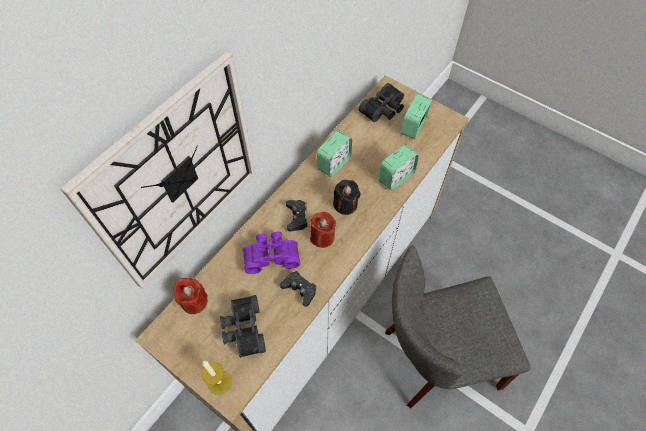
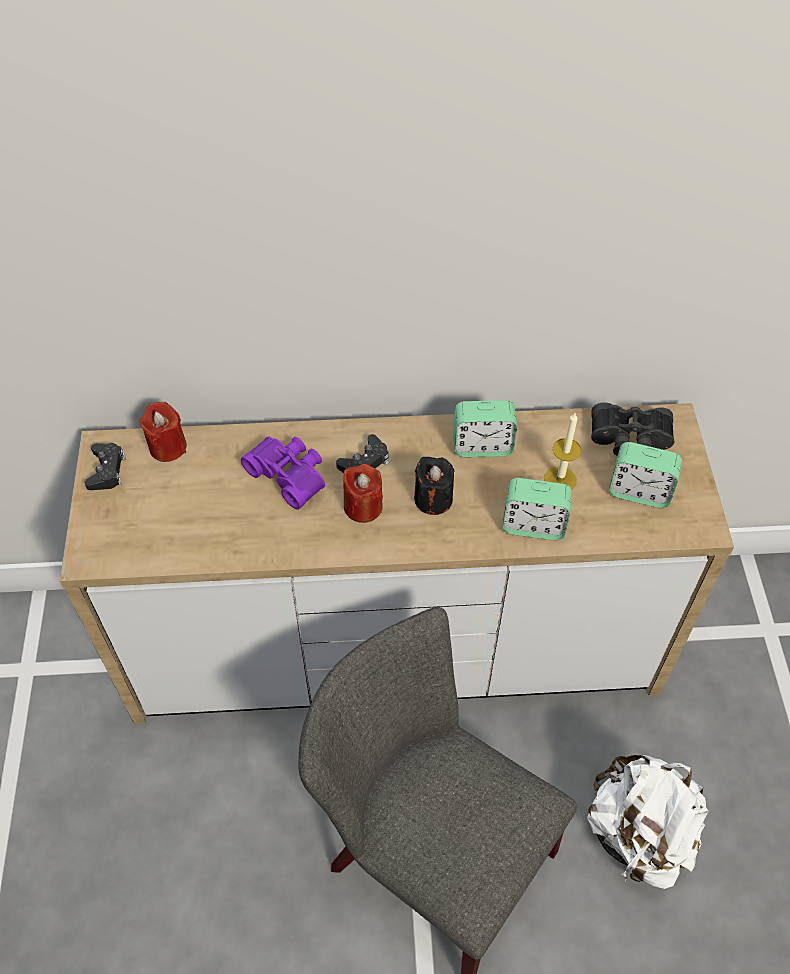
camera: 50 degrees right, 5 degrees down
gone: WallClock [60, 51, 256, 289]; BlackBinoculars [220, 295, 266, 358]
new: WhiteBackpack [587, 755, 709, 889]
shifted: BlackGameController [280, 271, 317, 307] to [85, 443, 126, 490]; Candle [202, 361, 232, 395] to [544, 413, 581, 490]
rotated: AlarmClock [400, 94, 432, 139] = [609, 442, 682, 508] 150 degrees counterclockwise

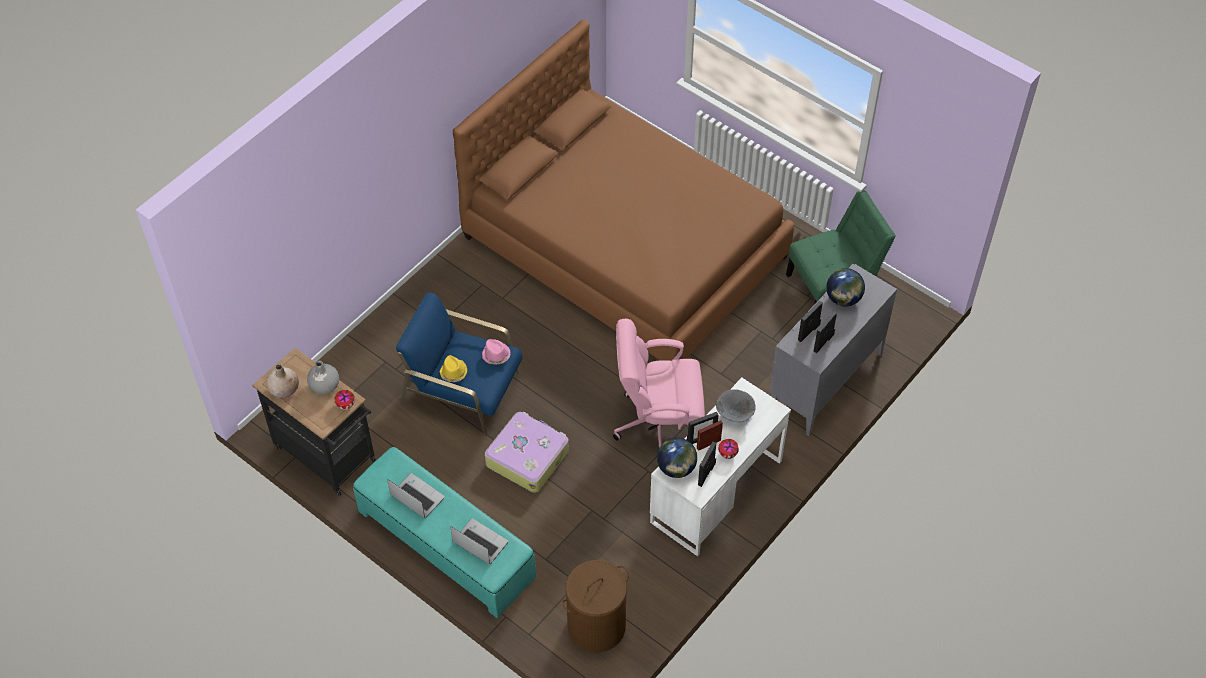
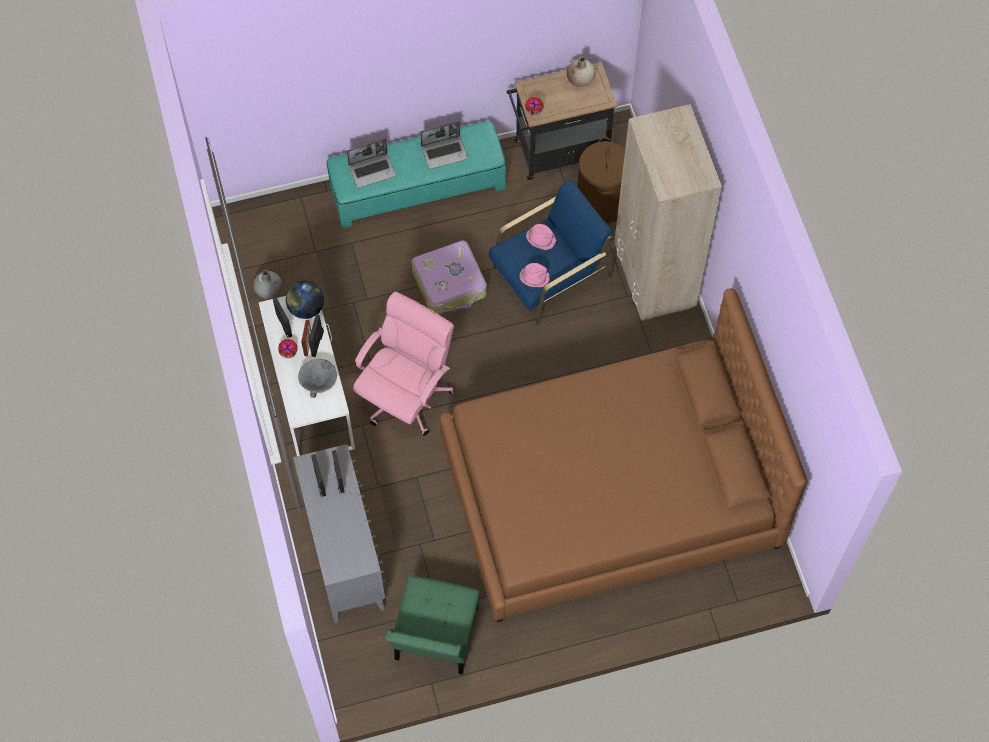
camera: 125 degrees right, 10 degrees up
gone: Globe [826, 268, 865, 307]
new: BeigeWardrobe [614, 104, 722, 321]
shifted: GreyVase [307, 360, 339, 394] to [253, 270, 282, 299]; BrownLaundryBasket [562, 560, 629, 653] to [577, 137, 625, 224]
repainted: YellowHat [439, 355, 467, 382] to PinkHat [526, 224, 556, 250]

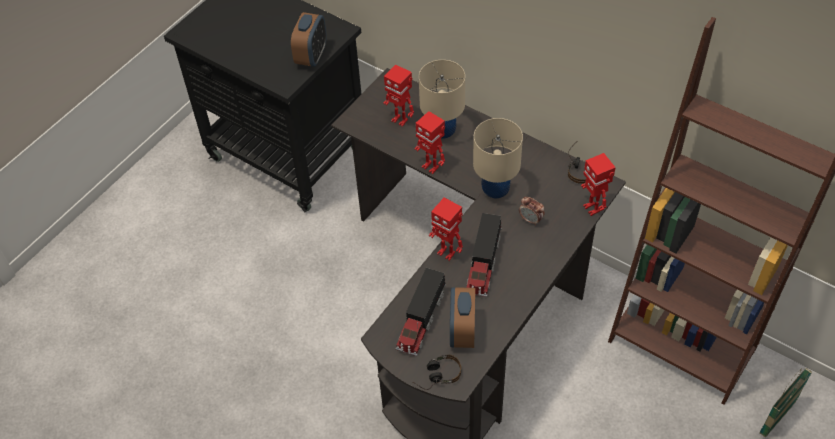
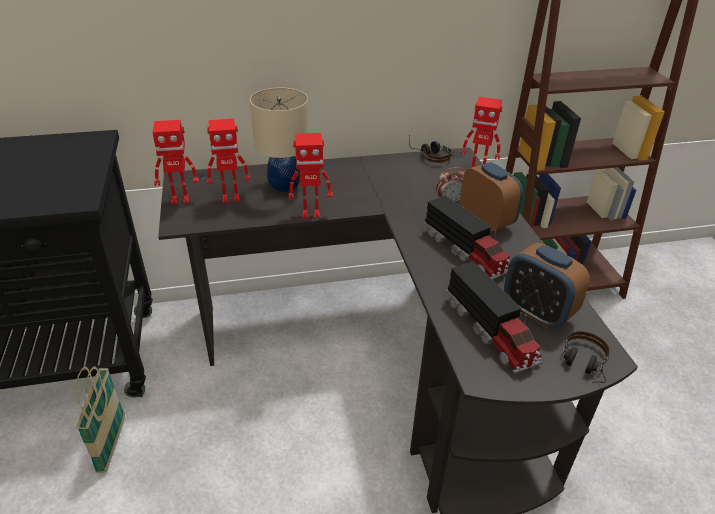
camera: 50 degrees left, 15 degrees down
gone: BeigeTableLamp [473, 118, 523, 198]
shifted: Basket [759, 368, 812, 437] to [76, 366, 125, 473]; ToyRobot [429, 197, 463, 261] to [152, 120, 199, 205]; AlarmClock [291, 12, 327, 67] to [460, 162, 523, 232]

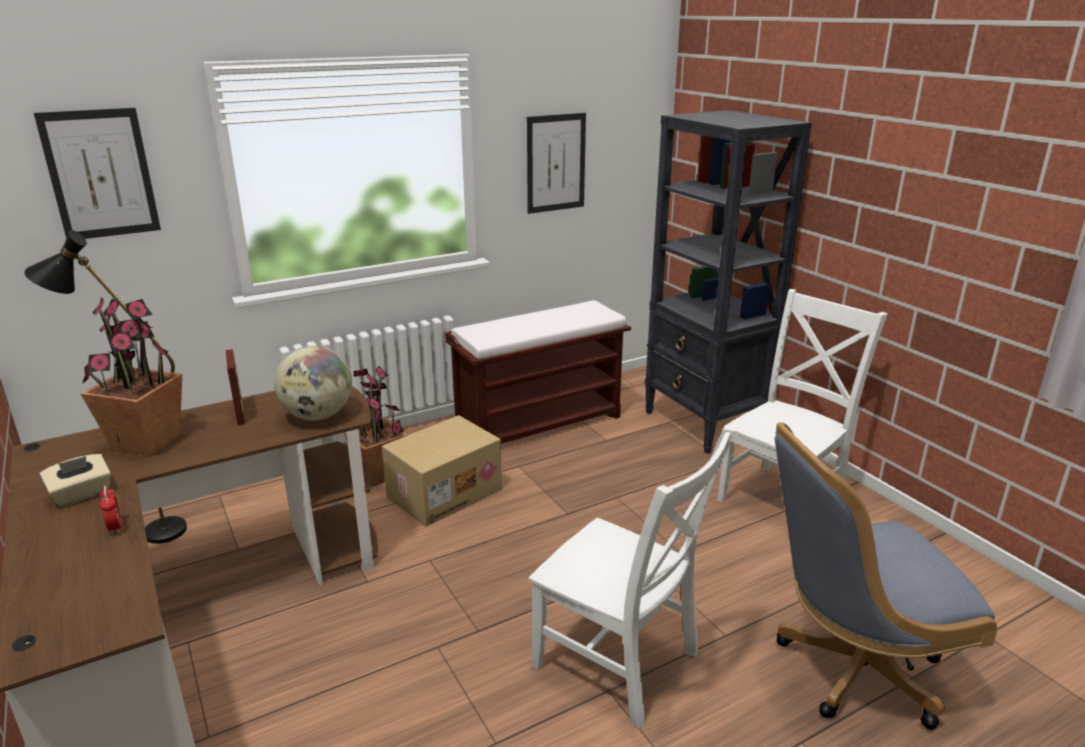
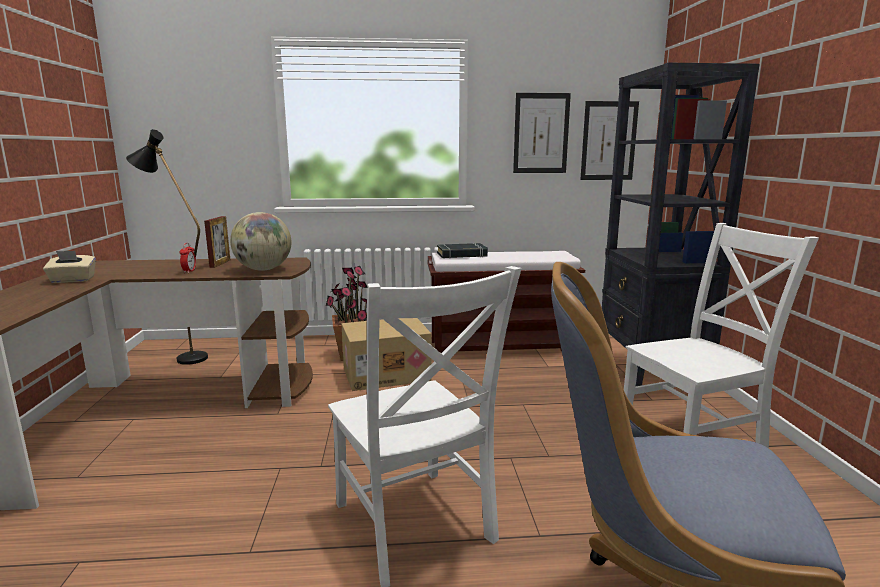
camera: 25 degrees right, 10 degrees down
gone: PottedPlant [81, 297, 182, 456]
new: BlackBook [437, 243, 488, 258]
shifted: AlarmClock [100, 485, 121, 535] to [180, 243, 196, 273]; Picture [34, 108, 161, 239] to [580, 101, 639, 180]

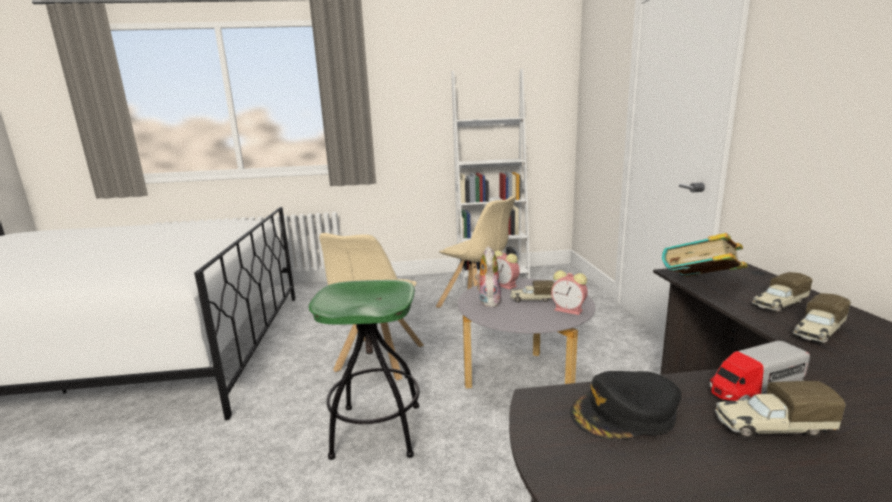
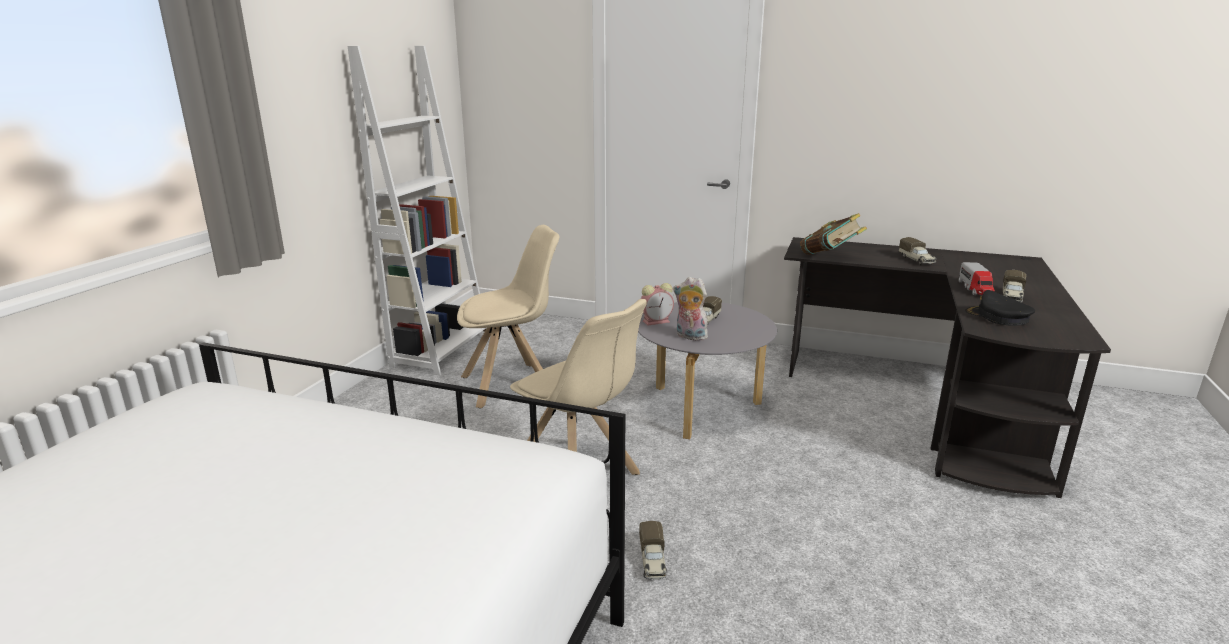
camera: 65 degrees left, 5 degrees up
gone: GreenStool [309, 280, 420, 460]; AlarmClock [551, 270, 588, 315]
shifted: ToyTruck [752, 272, 813, 313] to [639, 521, 667, 580]
rotated: BlackCap [570, 371, 681, 440] = [965, 290, 1035, 326] 135 degrees clockwise

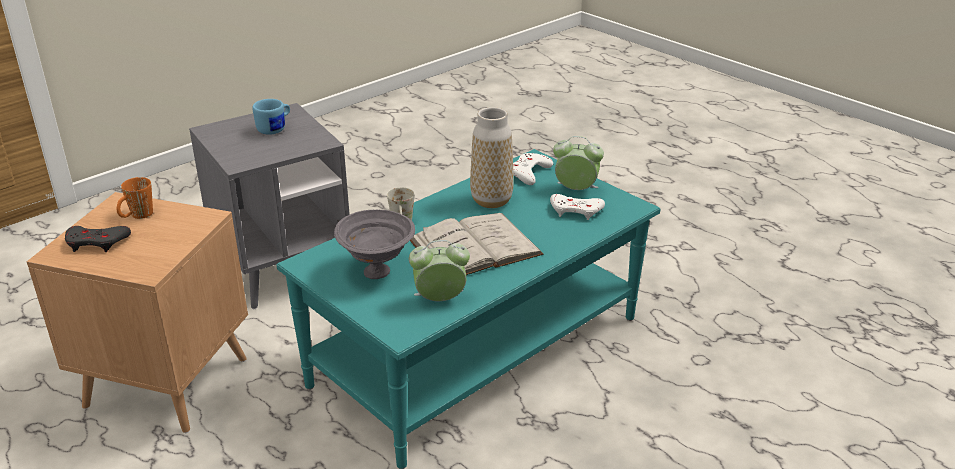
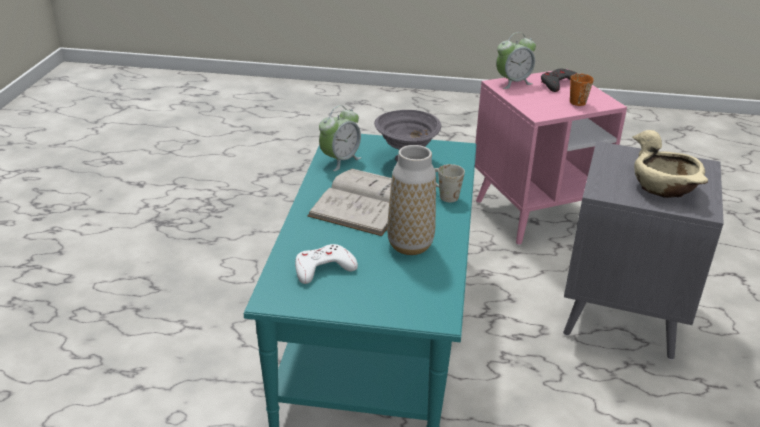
camera: 140 degrees right, 0 degrees up
gone: WhiteGameController [513, 153, 553, 185]
shifted: AlarmClock [553, 136, 604, 190] to [496, 32, 536, 89]
swapped: BlueMug [252, 99, 290, 135] to BeigeBowl [632, 130, 708, 198]
repainted: BrownSideTable [27, 192, 248, 433] to PinkSideTable [475, 69, 627, 245]

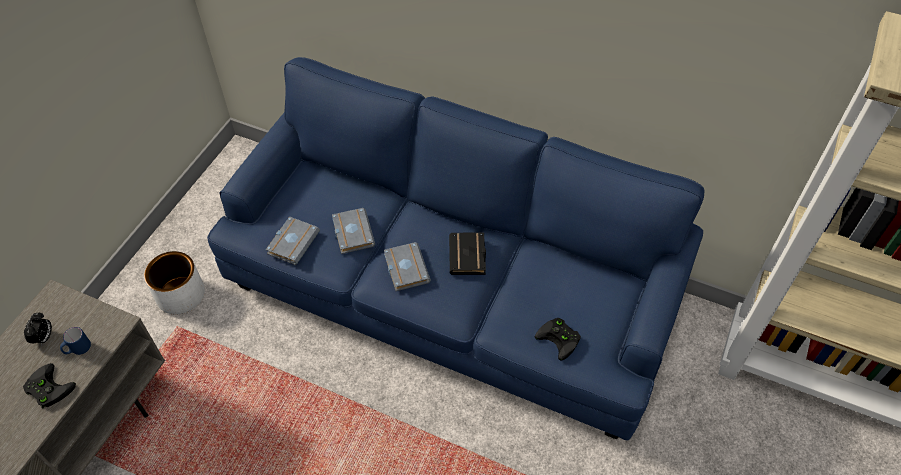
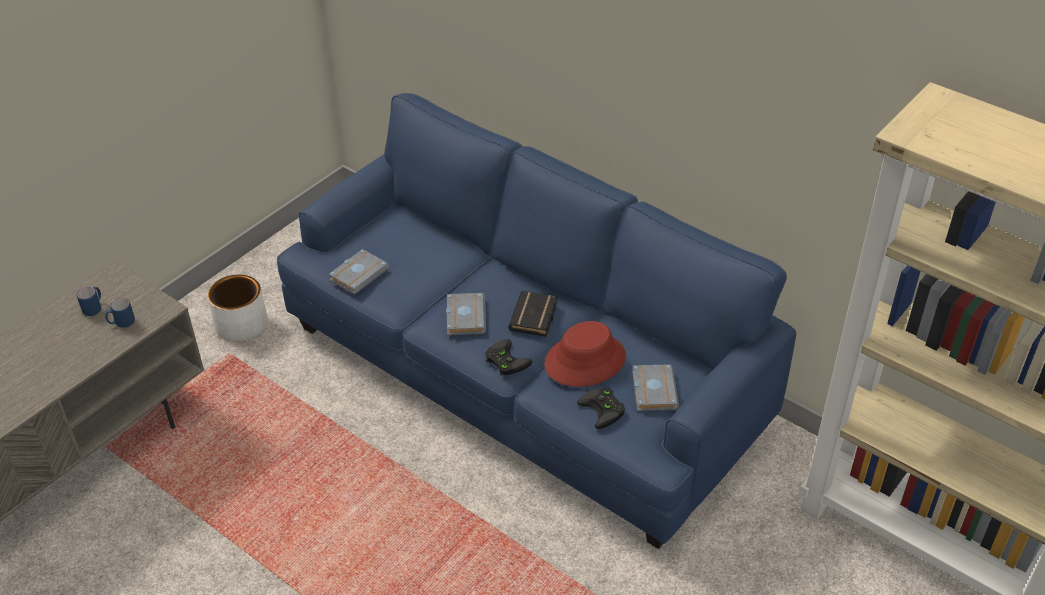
camera: 15 degrees right, 10 degrees down
new: RedHat [544, 321, 626, 387]
shifted: BlackGameController [23, 363, 76, 408] to [485, 339, 533, 376]; GreyBook [332, 208, 375, 254] to [633, 364, 679, 411]
swapped: AlarmClock [24, 313, 52, 346] to BlueMug [77, 287, 101, 316]

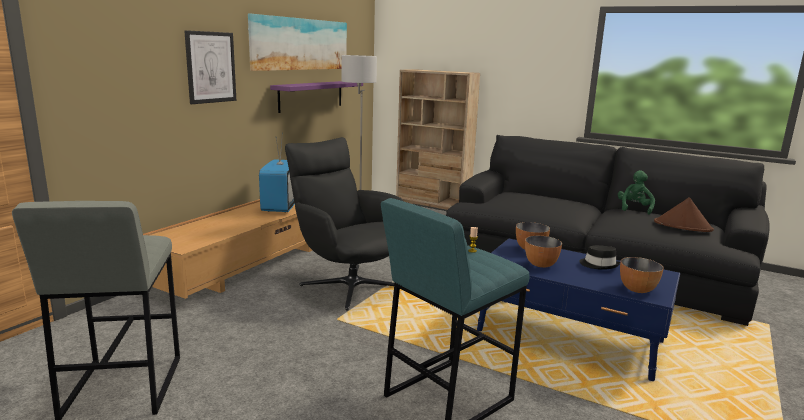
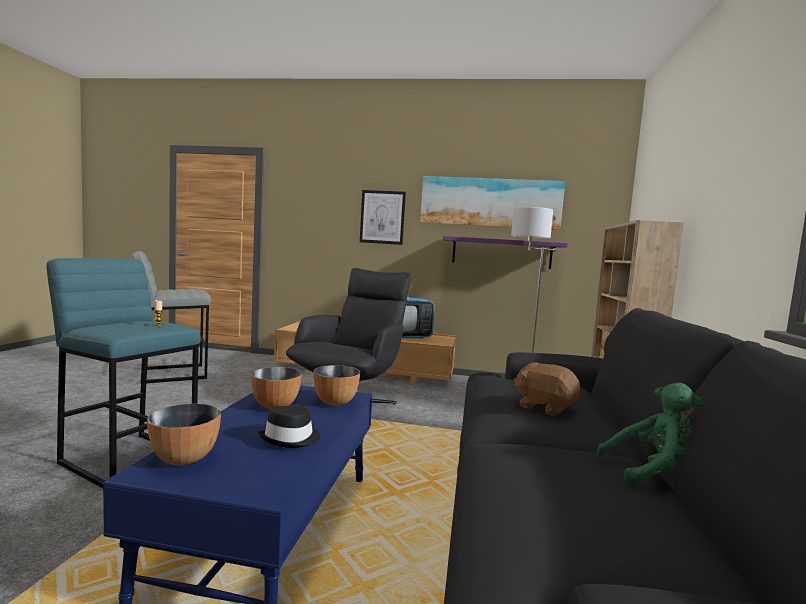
camera: 70 degrees right, 10 degrees down
gone: BrownHat [654, 197, 714, 232]
new: BrownPlushToy [514, 362, 580, 416]

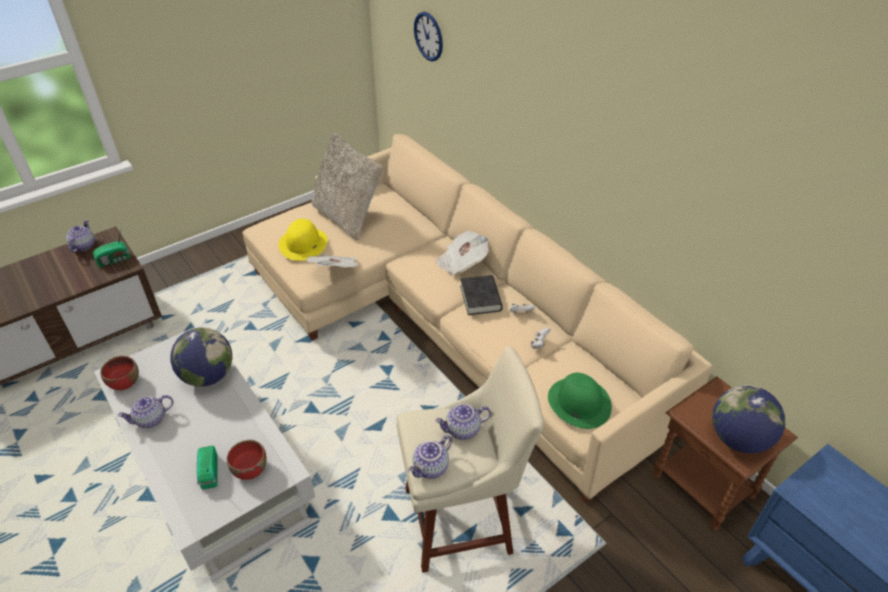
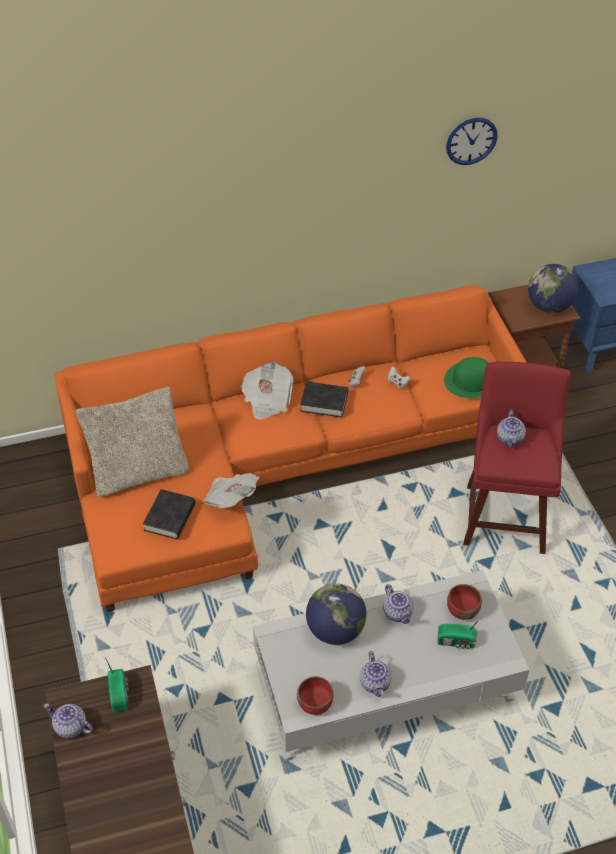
camera: 70 degrees left, 5 degrees up
shifted: Teapot [408, 435, 452, 479] to [383, 584, 413, 624]; WallClock [414, 12, 443, 61] to [446, 118, 498, 165]
swapped: YellowHat [278, 219, 328, 261] to BlackBook [143, 489, 196, 539]
repainted: BeigeSofa [243, 134, 713, 504] to OrangeSofa [54, 285, 527, 612]; BeigeStool [397, 346, 544, 573] to RedStool [463, 362, 571, 554]

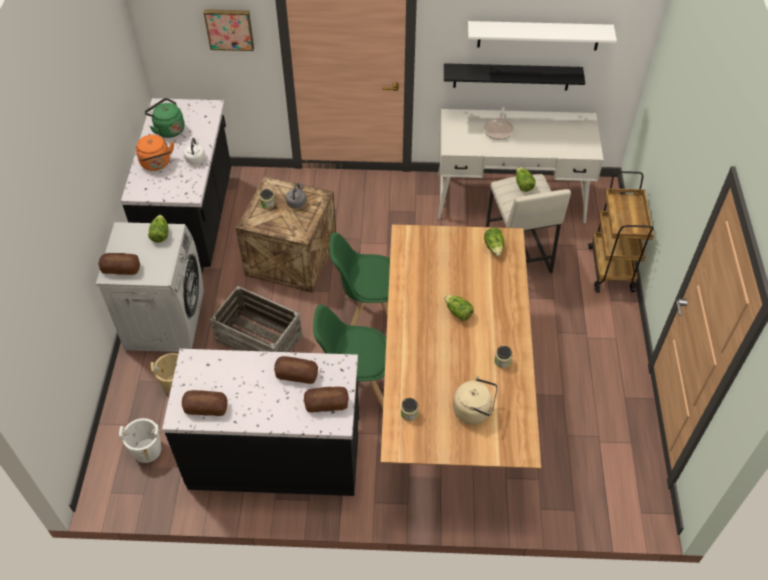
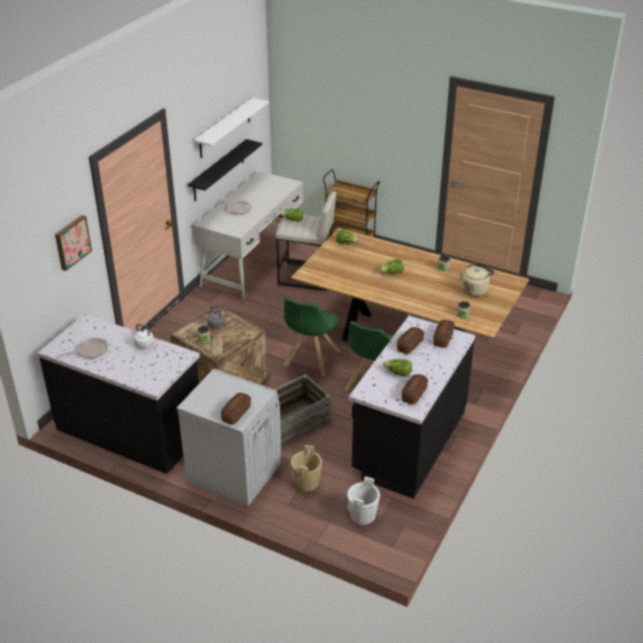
camera: 65 degrees left, 15 degrees down
gone: OrangeKettle [136, 135, 174, 171]
shifted: Lettuce [148, 215, 168, 243] to [383, 359, 412, 377]
swapped: GreenKettle [145, 98, 184, 138] to FryingPan [61, 338, 108, 358]

